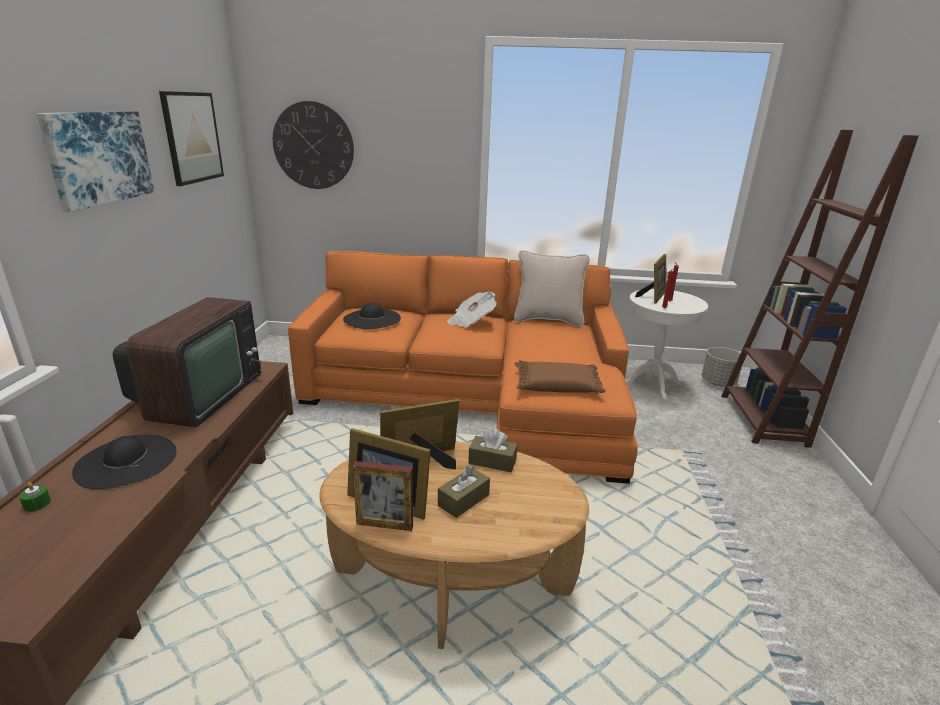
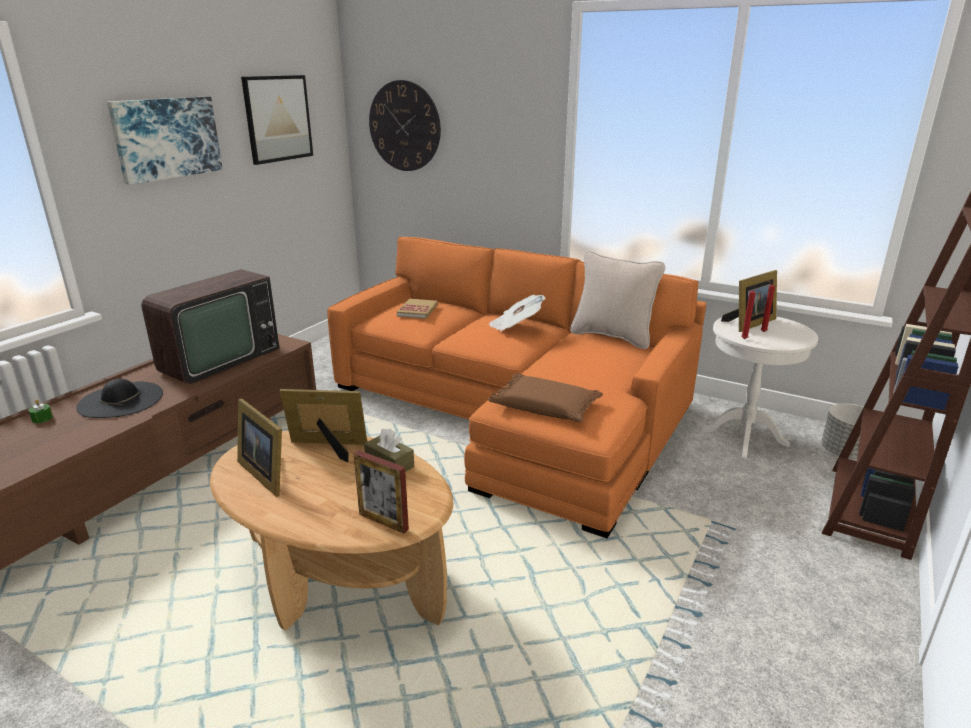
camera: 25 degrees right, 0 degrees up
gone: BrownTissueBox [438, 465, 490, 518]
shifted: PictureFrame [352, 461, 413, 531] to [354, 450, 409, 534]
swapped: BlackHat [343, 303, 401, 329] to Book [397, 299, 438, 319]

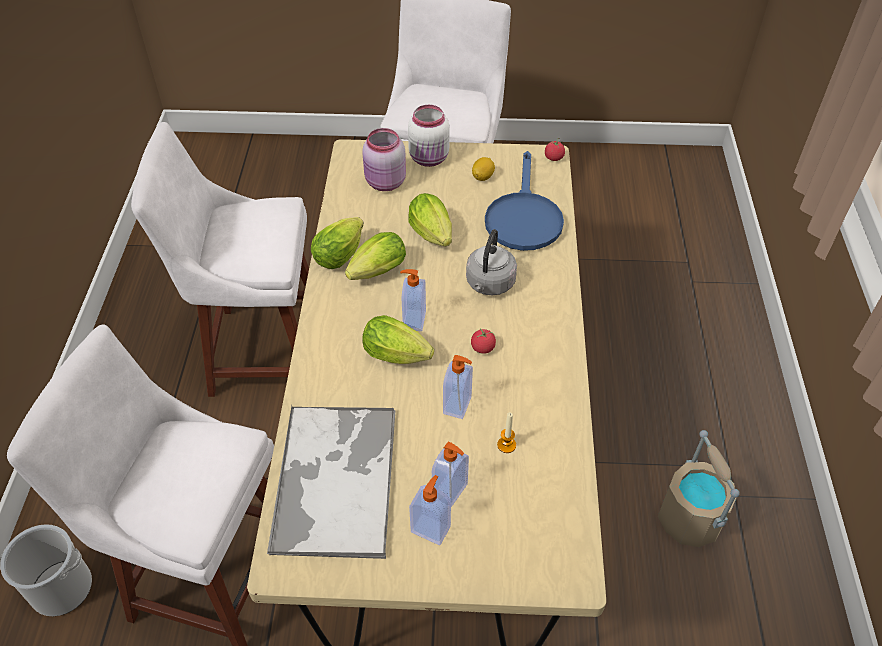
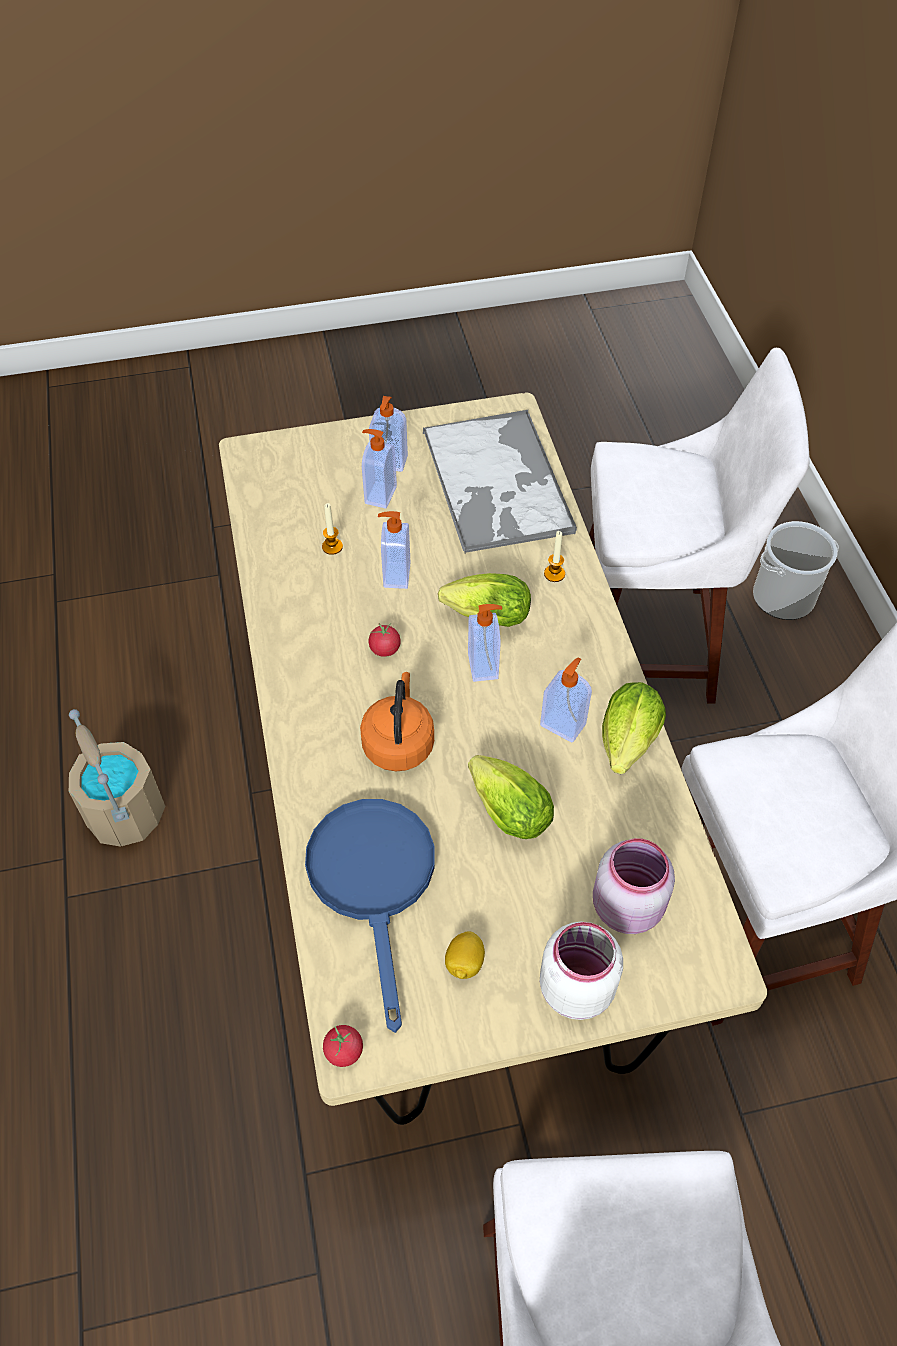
camera: 165 degrees right, 5 degrees up
new: Candle [544, 531, 565, 582]
swapped: Lettuce [345, 232, 406, 280] to SoapDispenser [540, 657, 592, 742]
repainted: GreyKettle [466, 229, 517, 295] to OrangeKettle [360, 672, 434, 771]

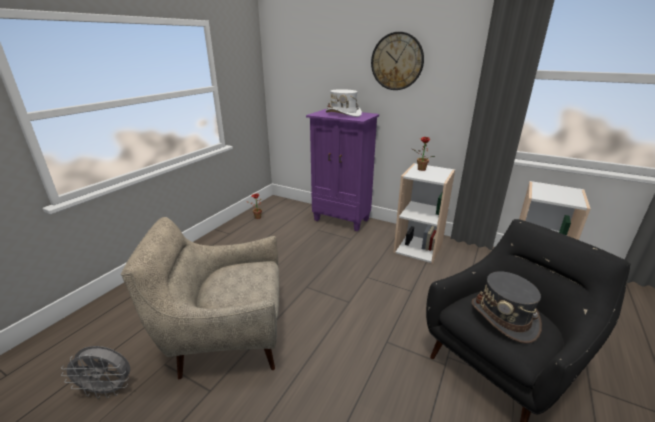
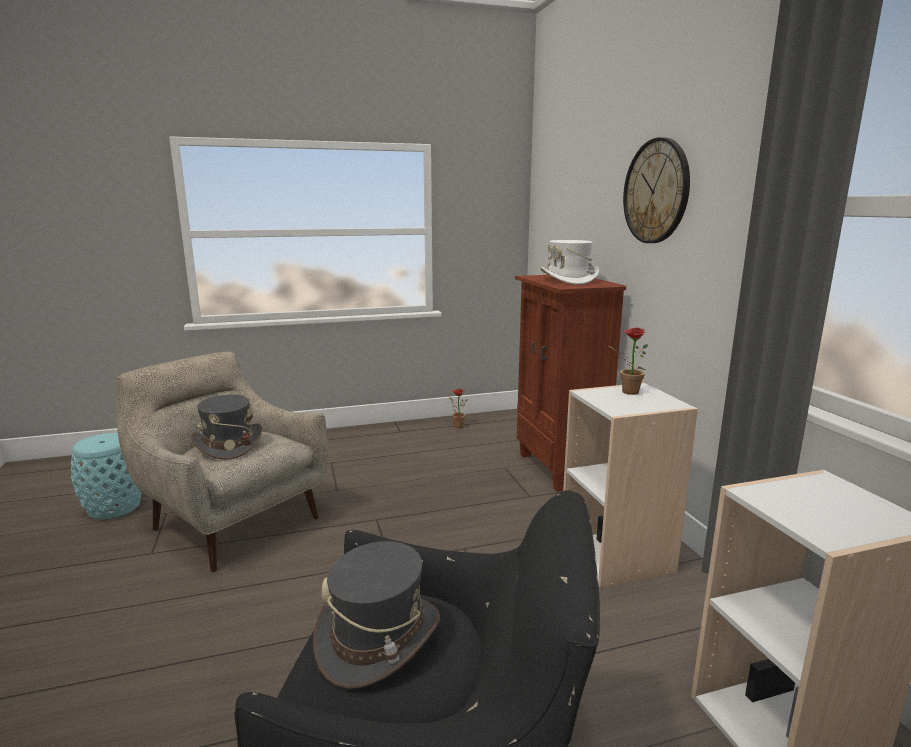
camera: 45 degrees right, 10 degrees down
new: GreyHat [191, 394, 262, 460]
swapped: GreyFan [61, 346, 130, 398] to TurquoiseStool [71, 433, 142, 520]
repainted: PurpleCabinet [306, 109, 379, 231] to BrownCabinet [515, 275, 626, 492]

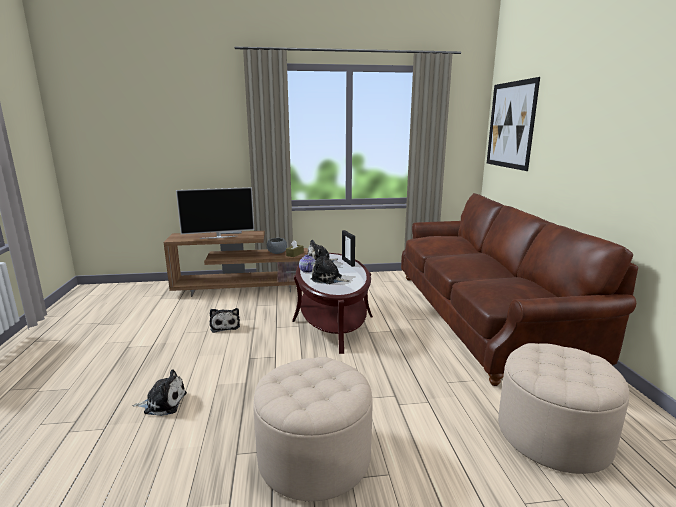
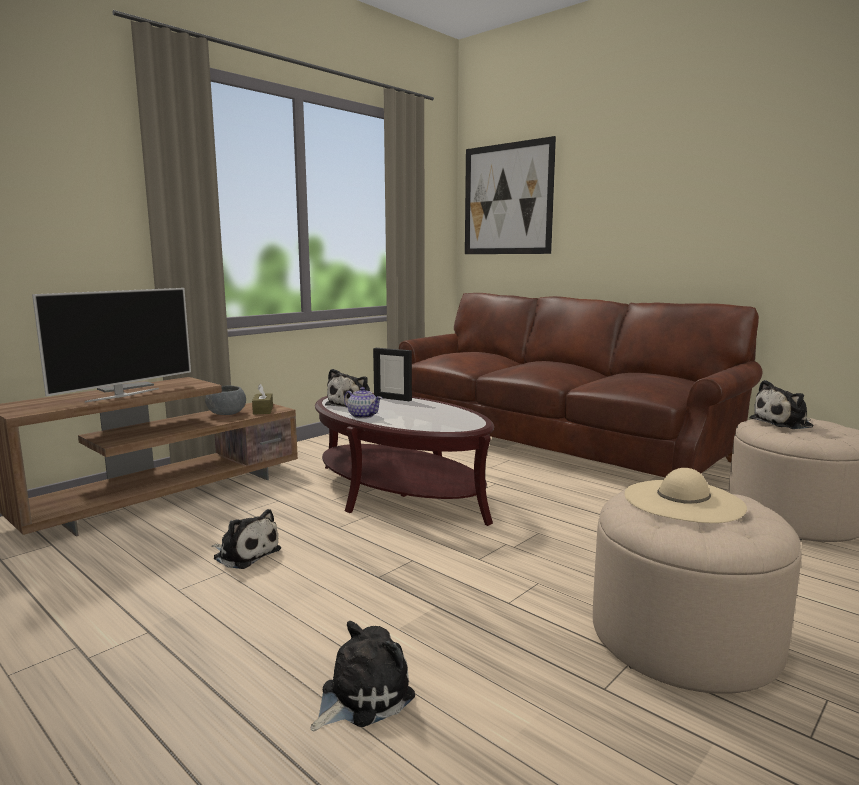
camera: 40 degrees left, 5 degrees down
new: BeigeHat [624, 468, 747, 523]
shifted: PlushToy [311, 253, 350, 284] to [750, 380, 813, 429]

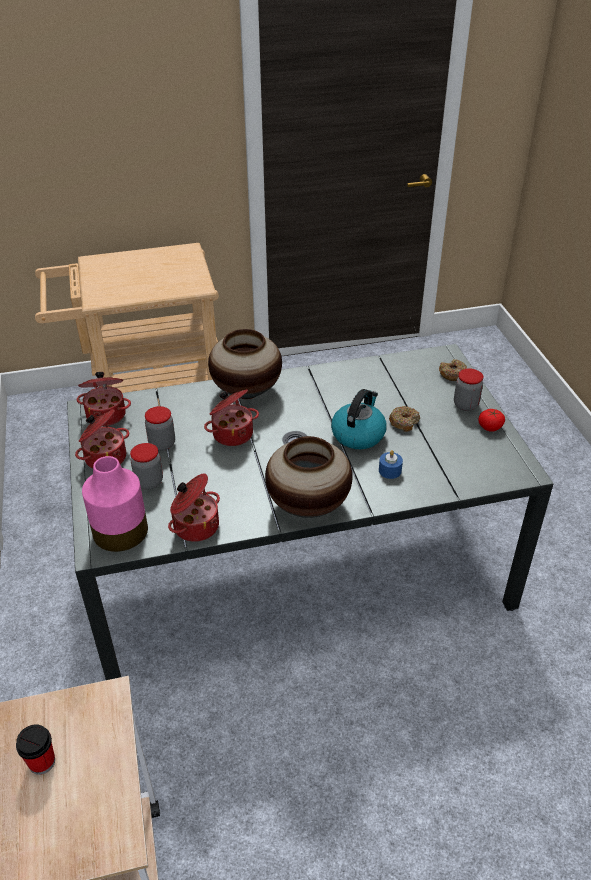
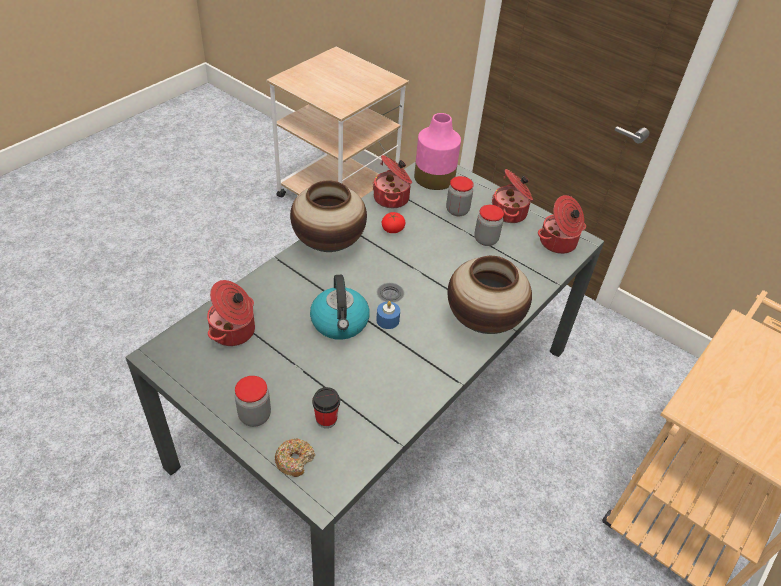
camera: 140 degrees right, 5 degrees up
gone: Donut [389, 406, 420, 432]
shifted: CookingPot [204, 389, 259, 446] to [207, 280, 255, 346]; Cup [16, 724, 55, 775] to [312, 387, 340, 428]; BlueCandle [379, 450, 403, 479] to [376, 301, 400, 329]; Tomato [478, 409, 505, 432] to [381, 212, 405, 233]

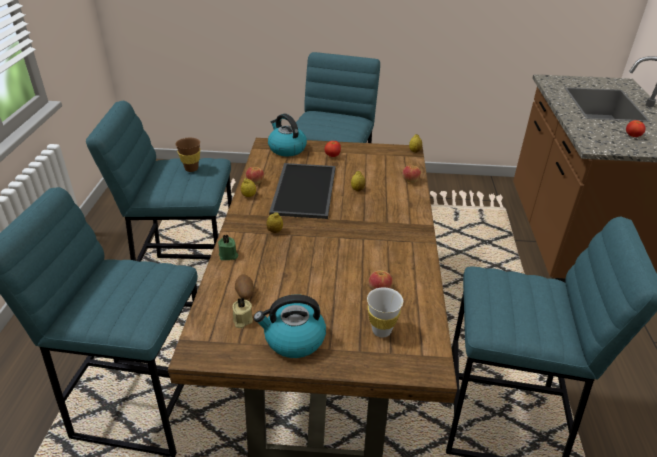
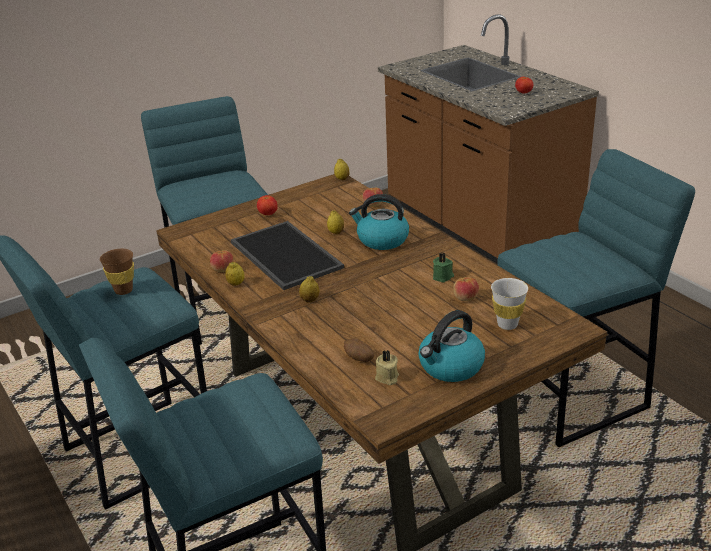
camera: 35 degrees left, 5 degrees down
shifted: Kettle [268, 114, 307, 156] to [349, 194, 409, 250]; GreenCandle [218, 235, 238, 260] to [433, 253, 454, 282]

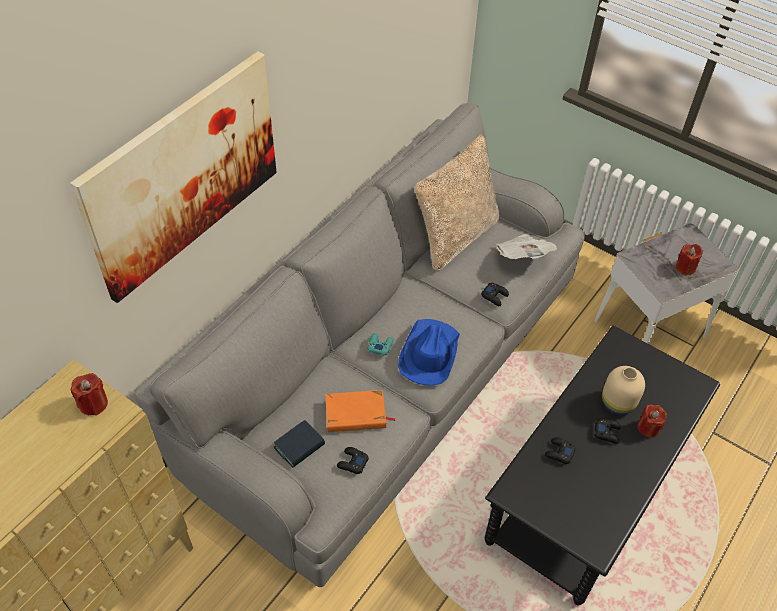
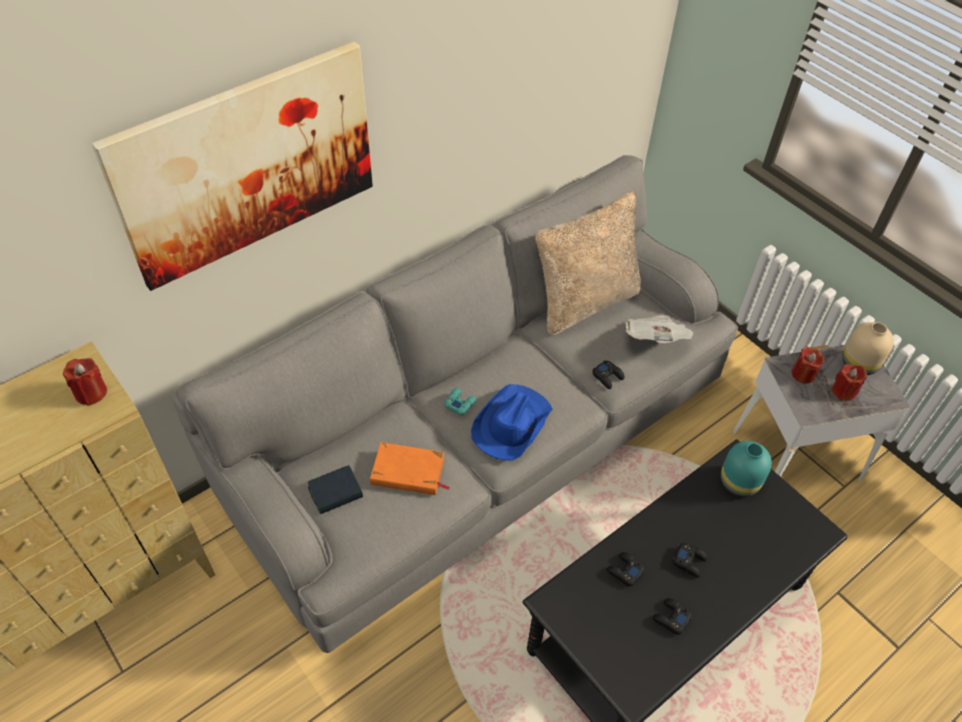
camera: 15 degrees right, 0 degrees up
new: TurquoiseVase [721, 441, 772, 497]
shifted: BlackGameController [337, 447, 369, 474] to [652, 598, 692, 635]; RedCandle [637, 404, 667, 438] to [792, 347, 824, 384]; BeigeVase [602, 366, 645, 415] to [842, 322, 894, 375]

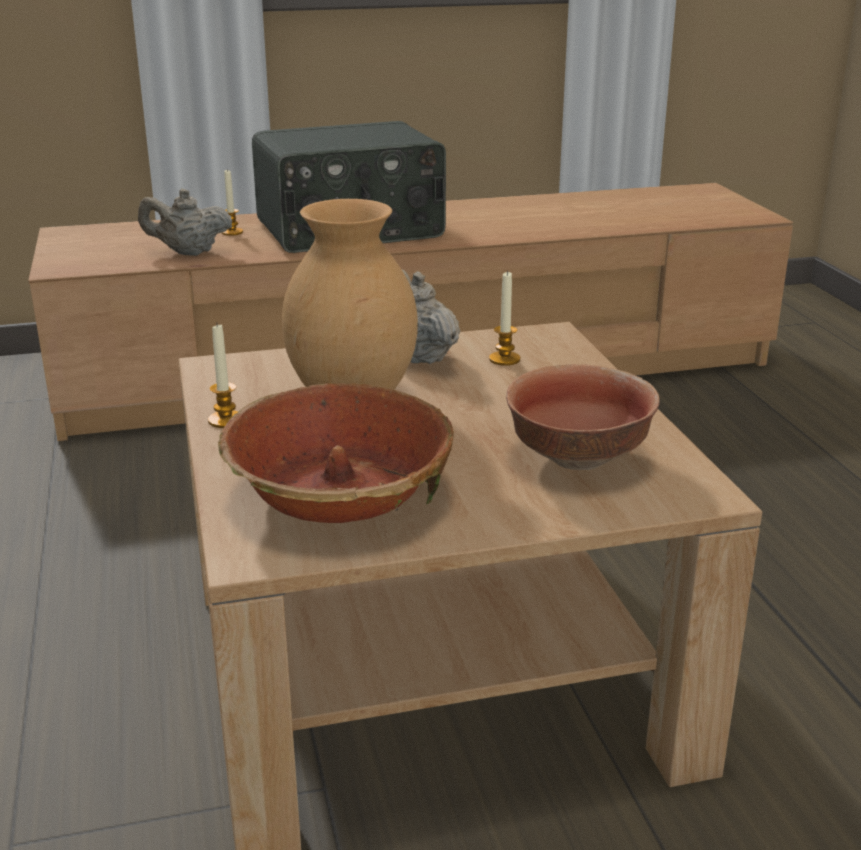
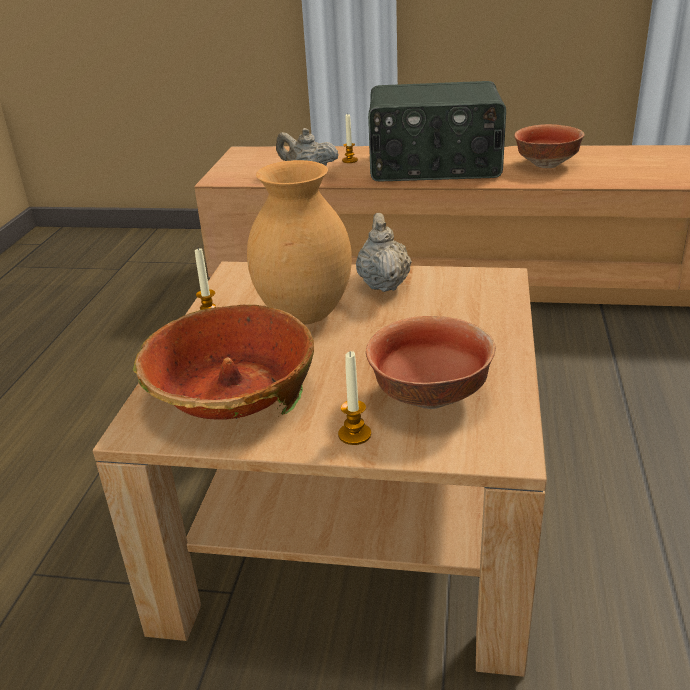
camera: 25 degrees right, 5 degrees up
new: Bowl [514, 124, 584, 168]
shifted: Candle [489, 270, 520, 366] to [338, 351, 371, 445]

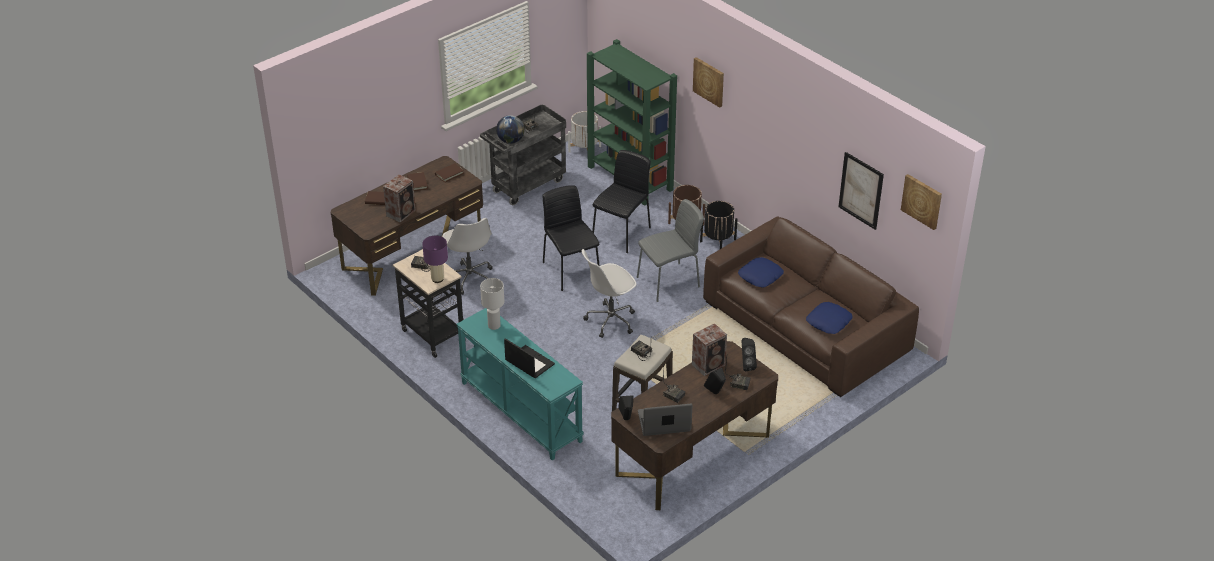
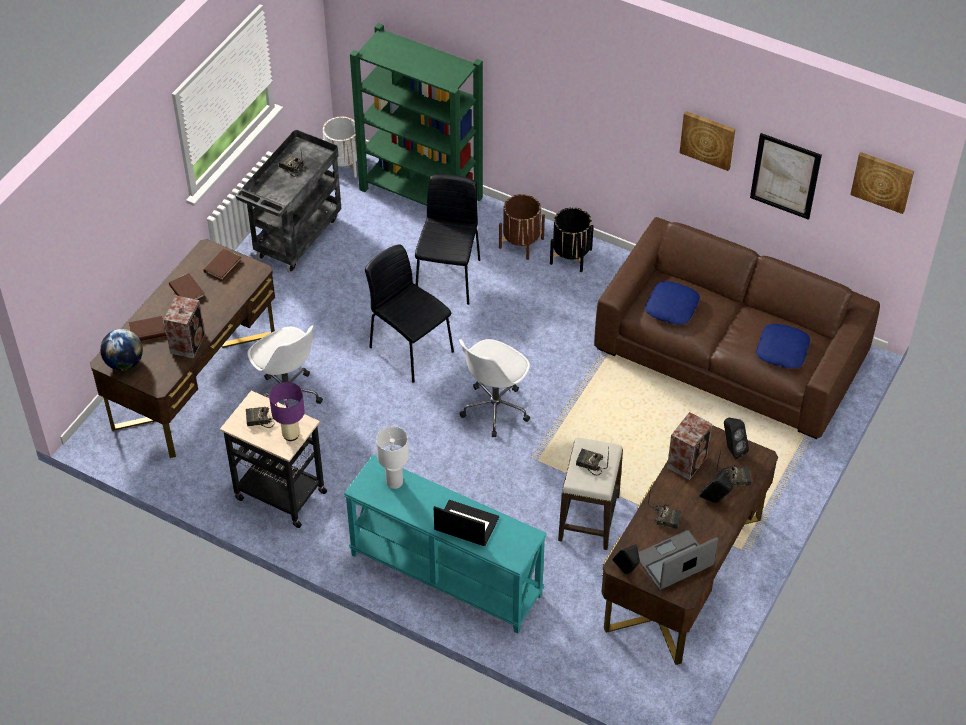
camera: 20 degrees left, 10 degrees up
gone: GreyChair [637, 199, 704, 302]
shifted: Globe [496, 115, 525, 144] to [100, 329, 143, 371]; Picture [693, 57, 724, 108] to [680, 111, 735, 171]

